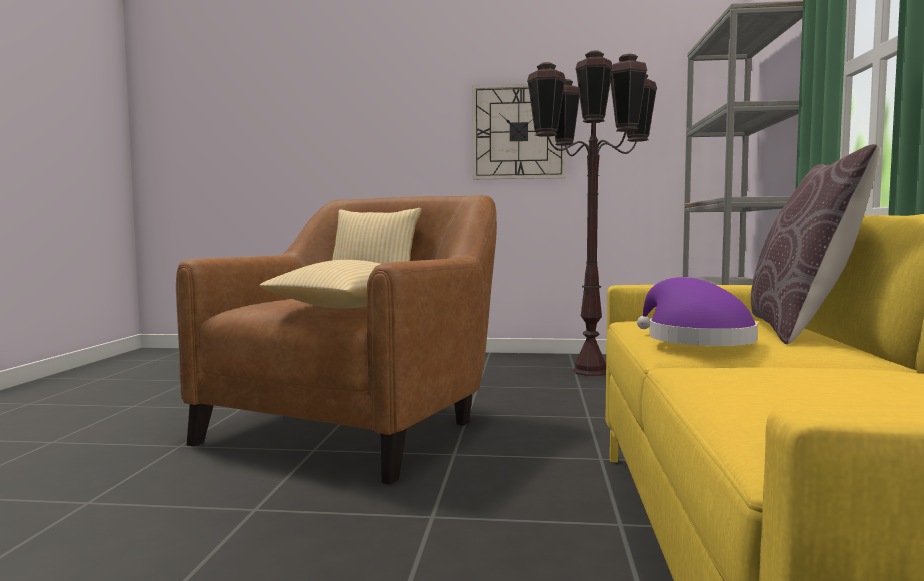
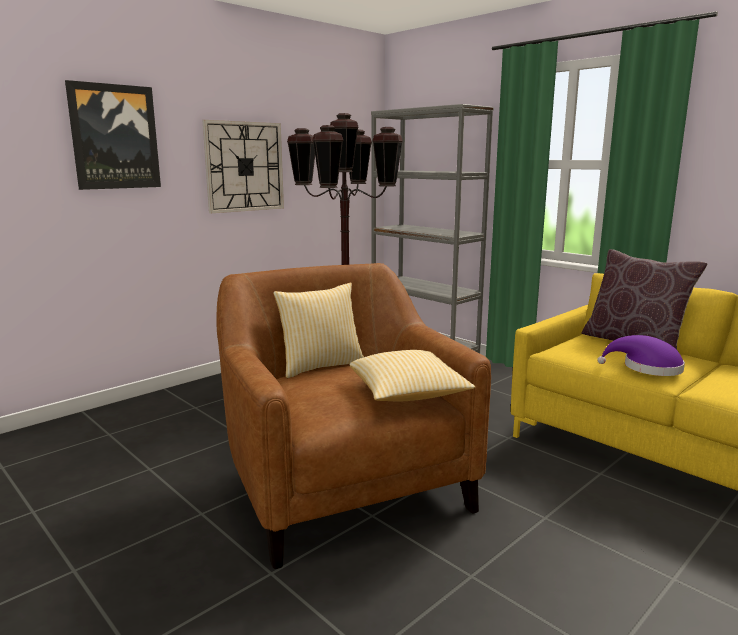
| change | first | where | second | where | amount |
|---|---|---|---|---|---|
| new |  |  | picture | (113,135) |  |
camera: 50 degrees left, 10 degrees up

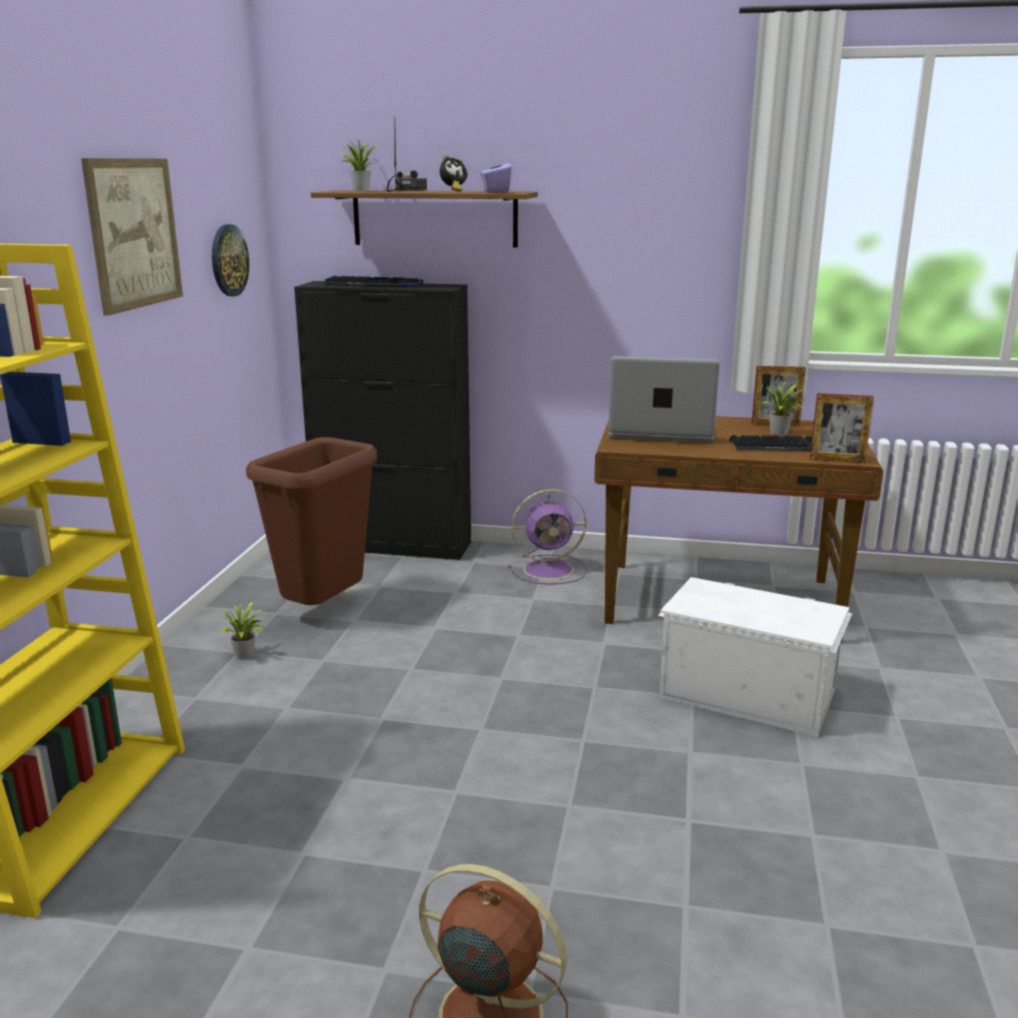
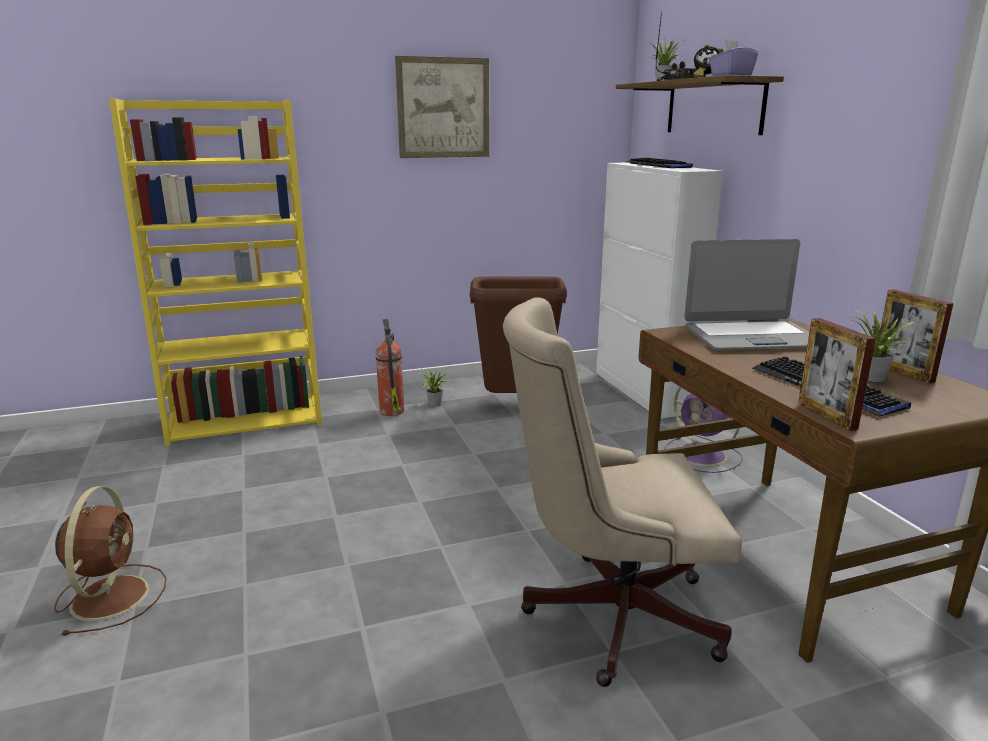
| change | first | where | second | where | amount |
|---|---|---|---|---|---|
| gone | wall clock | (230,260) |  |  |  |
| repainted | cabinet (black) | (382,420) | cabinet (white) | (659,290) |  |
| rotated | laptop | (664,399) |  | (746,294) | 105 degrees clockwise |
| swapped | storage box (white) | (755,657) | office chair (beige) | (622,492) |  |
| new |  |  | fire extinguisher | (390,367) |  |
camera: 60 degrees right, 0 degrees up

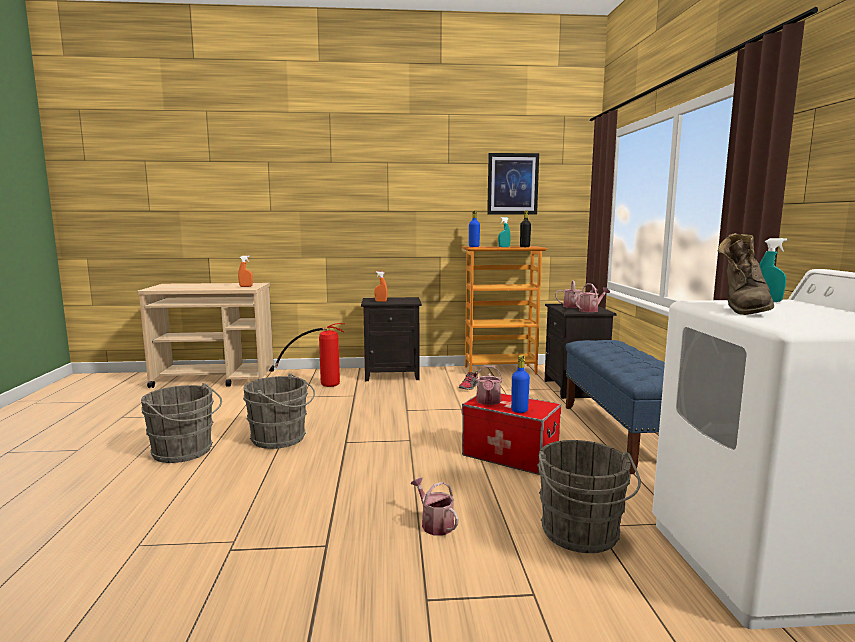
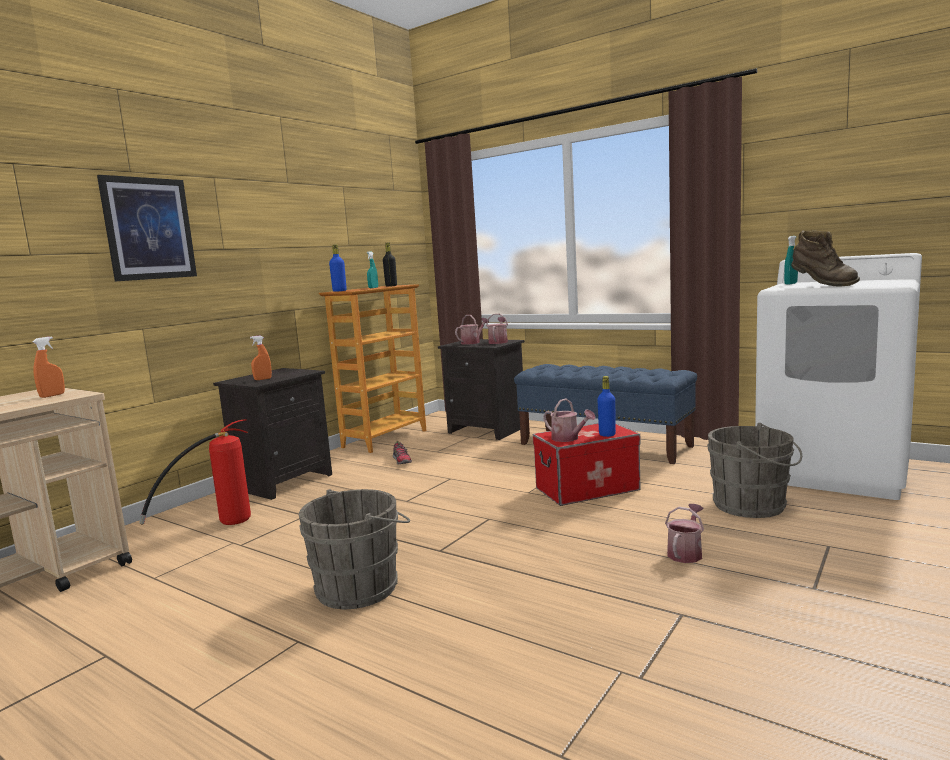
| change | first | where | second | where | amount |
|---|---|---|---|---|---|
| gone | bucket (grey) | (181,423) |  |  |  |
| rotated | watering can | (434,506) |  | (684,533) | 120 degrees clockwise |
| shifted | picture | (513,184) |  | (147,228) |  |
camera: 50 degrees left, 0 degrees up

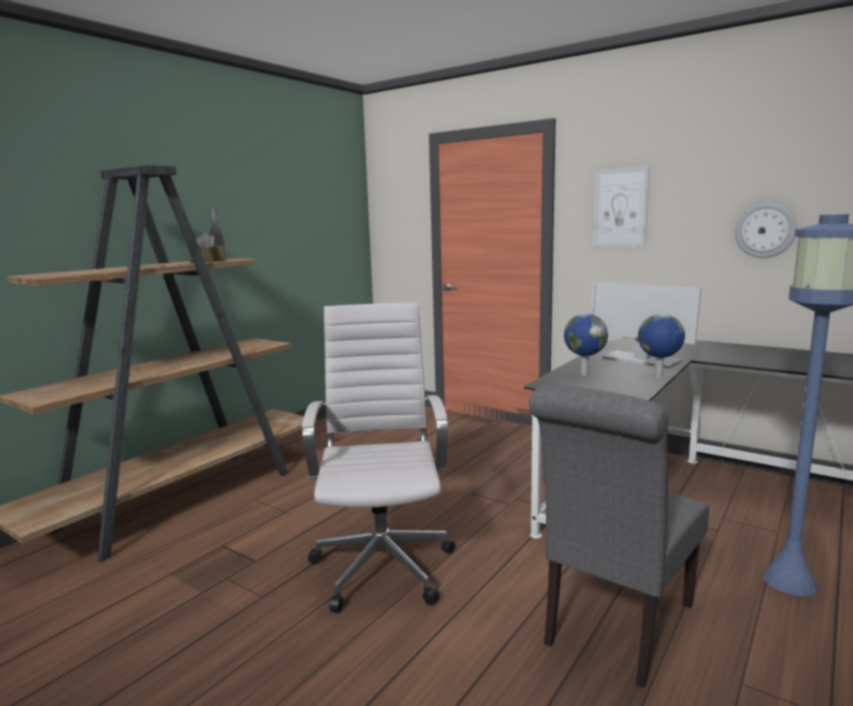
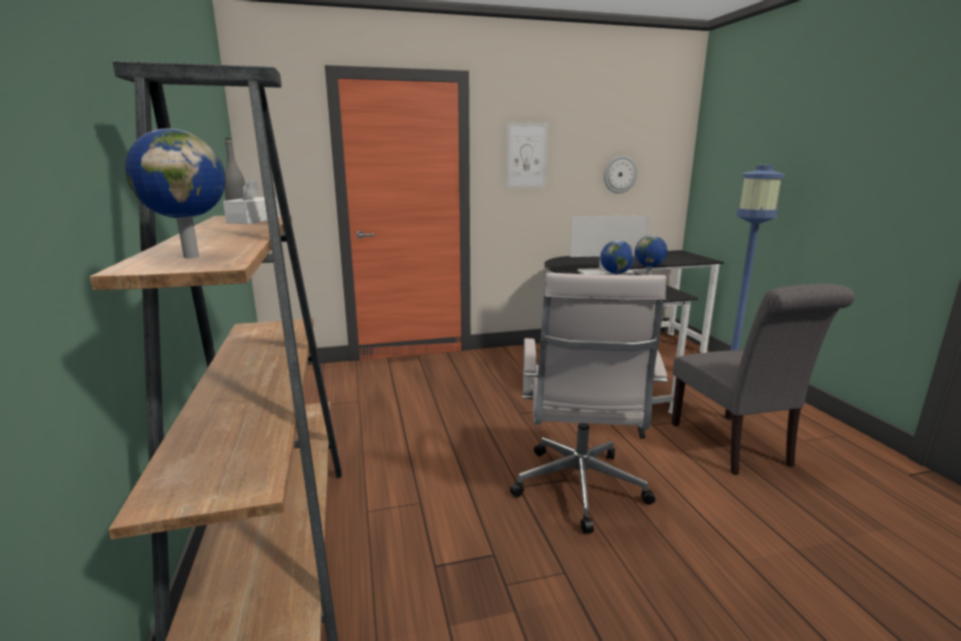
| change | first | where | second | where | amount |
|---|---|---|---|---|---|
| repainted | tissue box (brown) | (207,248) | tissue box (white) | (251,201) |  |
| rotated | office chair (white) | (378,457) |  | (588,403) | 120 degrees counterclockwise |
| new |  |  | globe | (175,193) |  |
camera: 50 degrees left, 5 degrees up

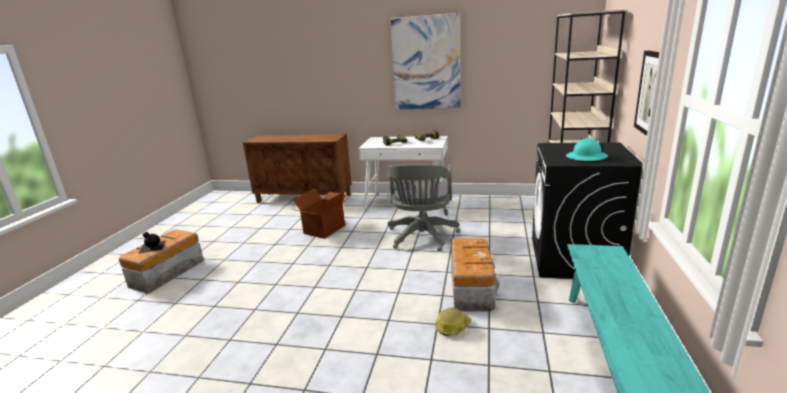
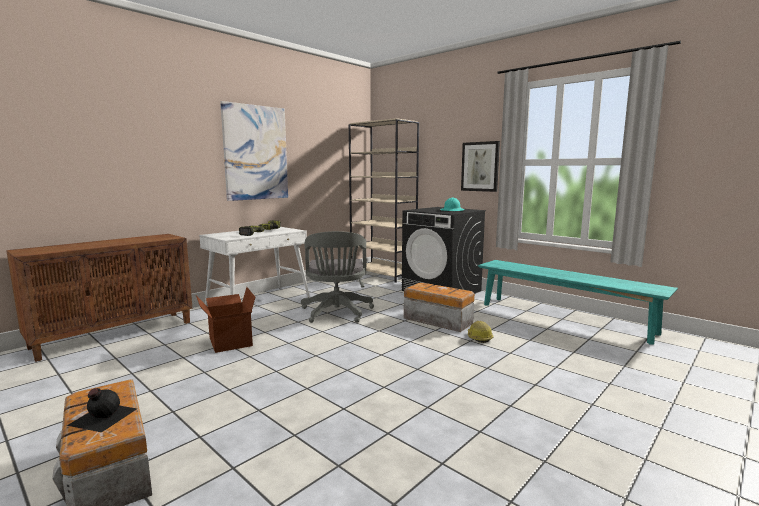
| change | first | where | second | where | amount |
|---|---|---|---|---|---|
| rotated | office chair (grey) | (423,207) |  | (337,277) | 45 degrees clockwise |
camera: 60 degrees left, 10 degrees down

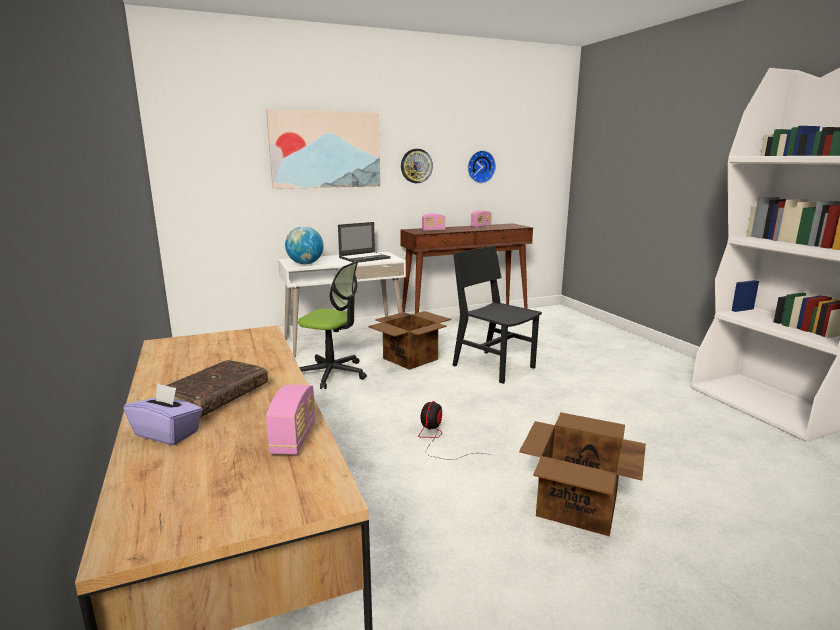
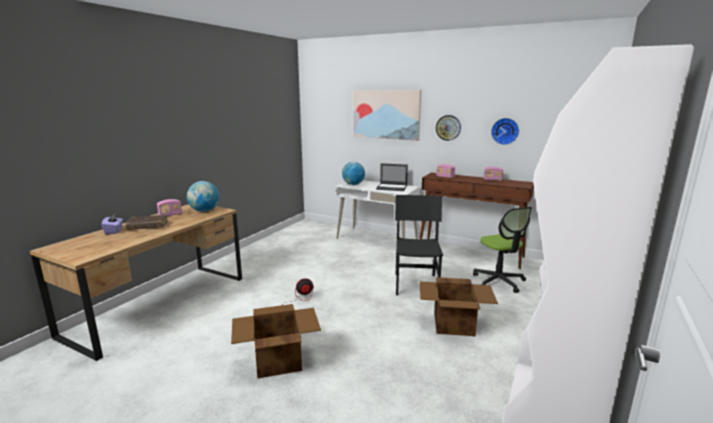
| change | first | where | second | where | amount |
|---|---|---|---|---|---|
| shifted | radio | (291,419) |  | (169,207) |  |
| shifted | office chair | (332,325) |  | (502,250) |  |
| shifted | cardboard box | (409,340) |  | (458,306) |  |
| new |  |  | globe | (203,196) |  |
camera: 50 degrees right, 0 degrees up

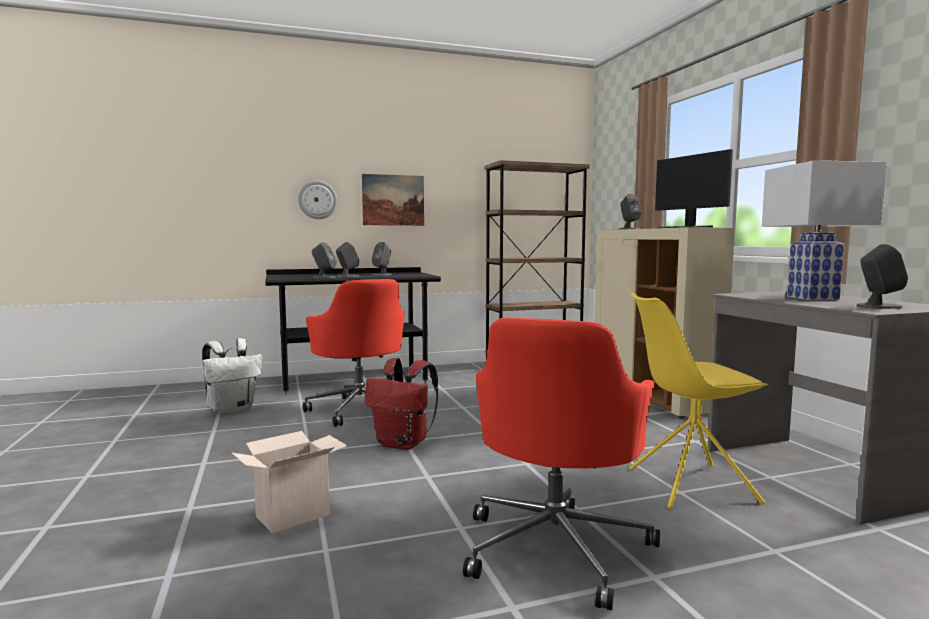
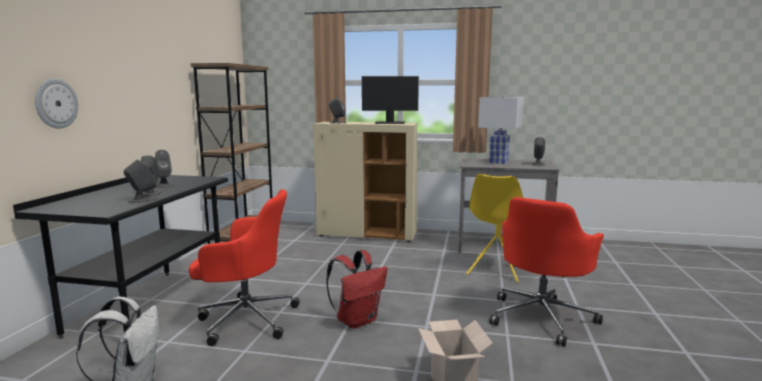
| change | first | where | second | where | amount |
|---|---|---|---|---|---|
| gone | picture | (393,200) |  |  |  |
| rotated | office chair (red) | (561,464) |  | (546,272) | 75 degrees clockwise |
camera: 60 degrees left, 5 degrees up

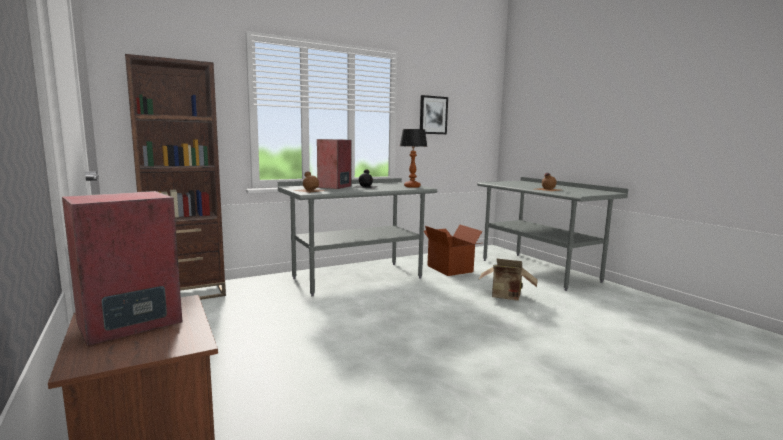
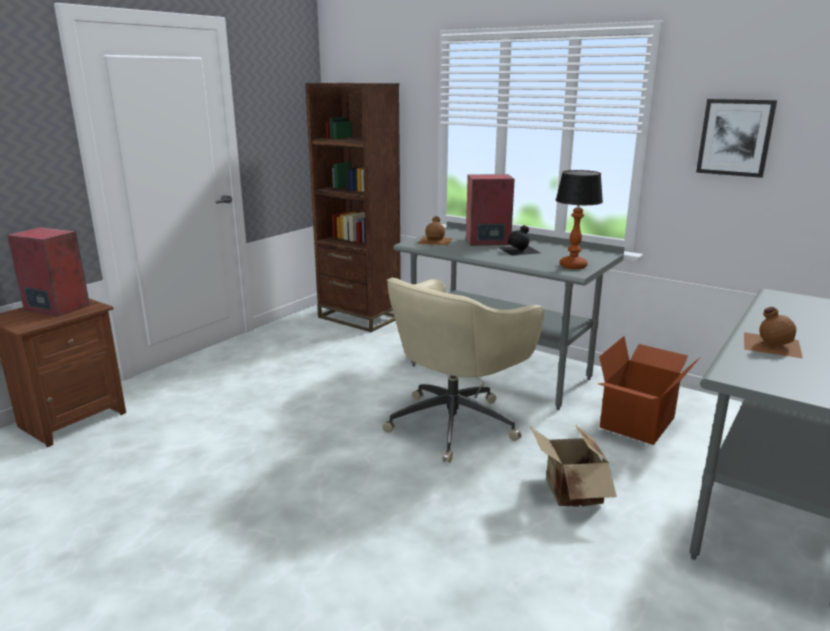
| change | first | where | second | where | amount |
|---|---|---|---|---|---|
| new |  |  | office chair (beige) | (463,370) |  |
camera: 65 degrees right, 10 degrees up

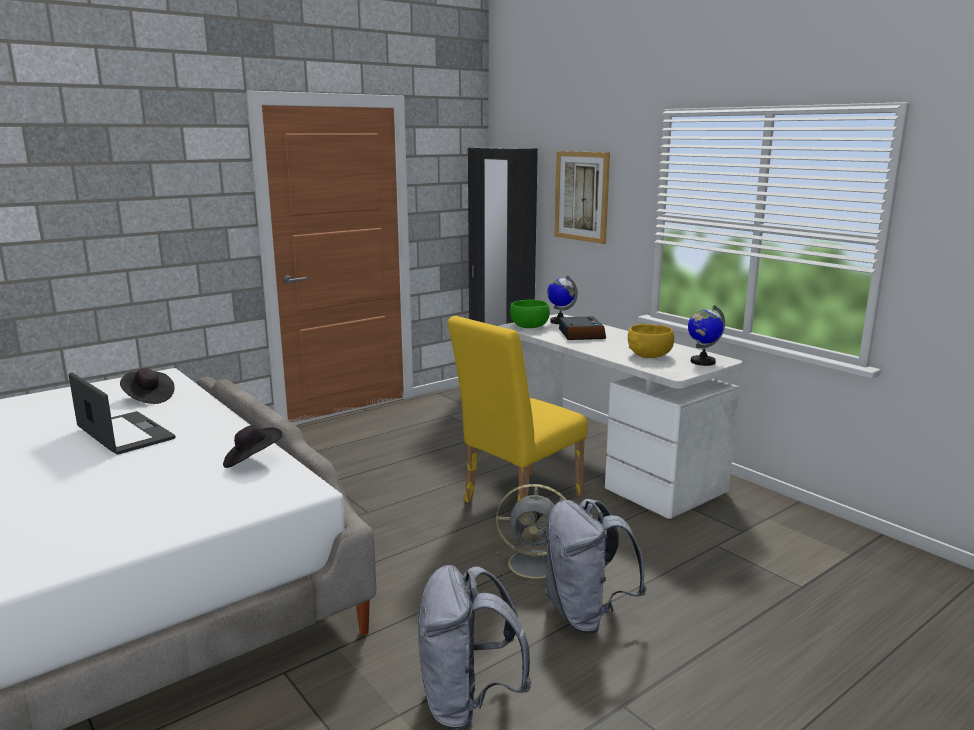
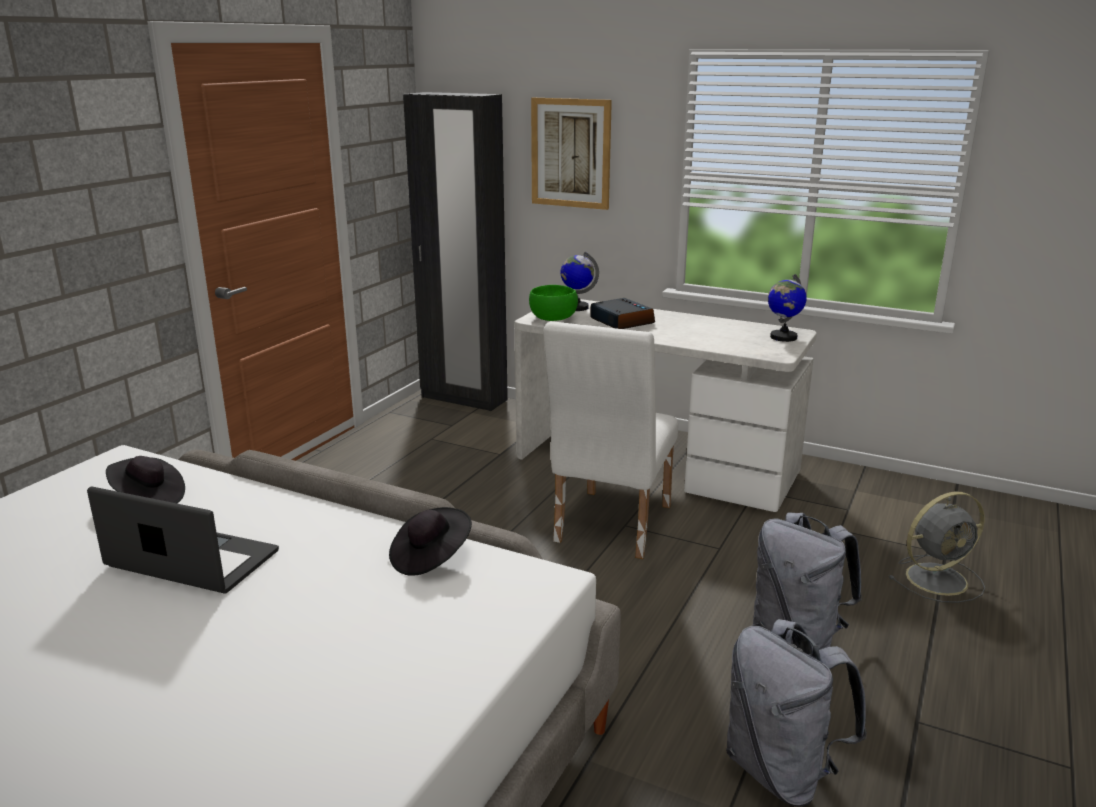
| change | first | where | second | where | amount |
|---|---|---|---|---|---|
| repainted | chair (yellow) | (517,409) | chair (white) | (610,440) |  |
| shifted | fan (grey) | (531,534) |  | (937,547) |  |
| gone | bowl (yellow) | (651,341) |  |  |  |
camera: 25 degrees left, 5 degrees up

